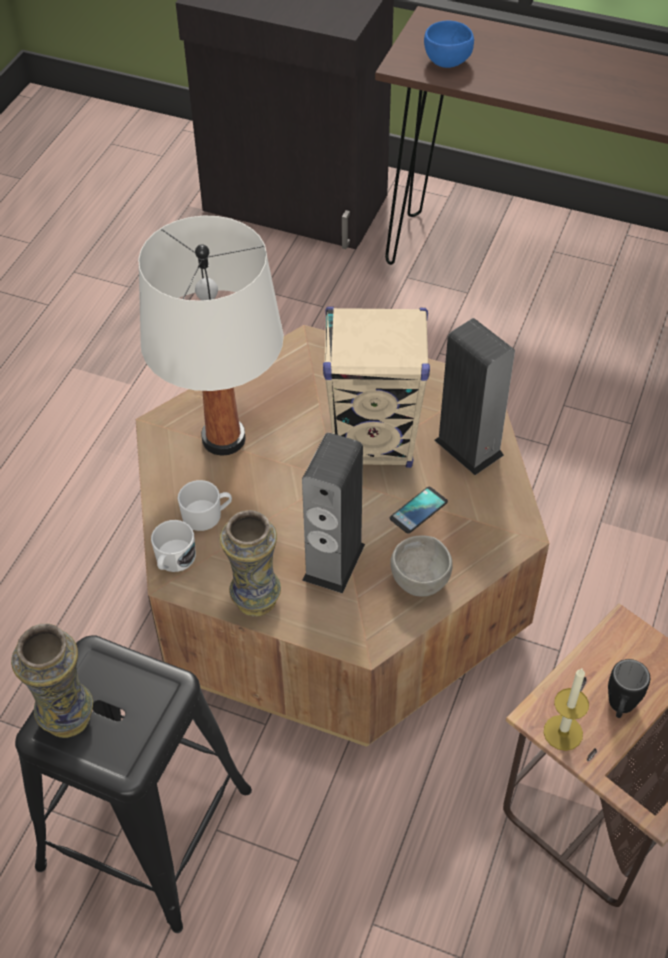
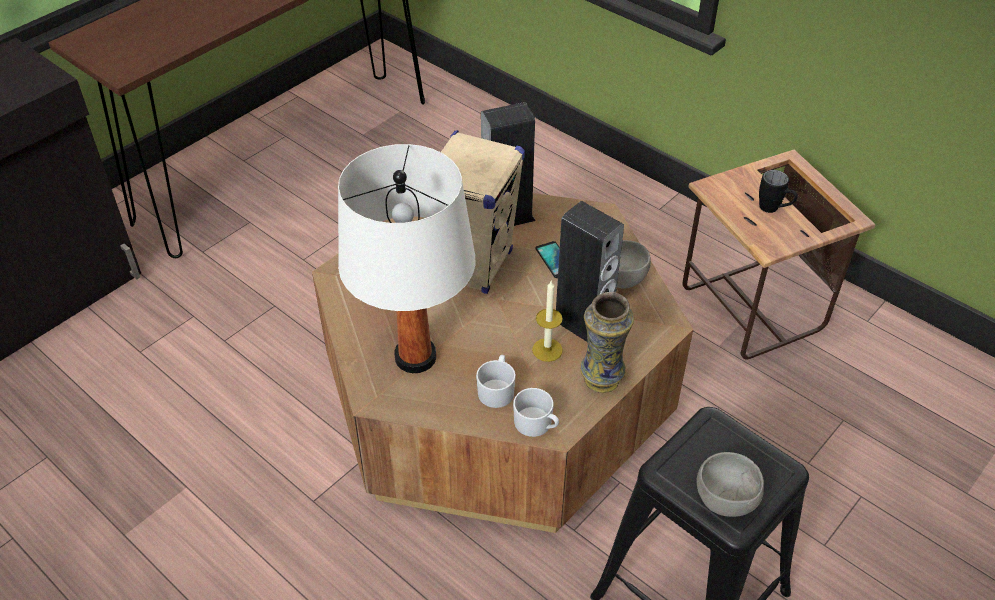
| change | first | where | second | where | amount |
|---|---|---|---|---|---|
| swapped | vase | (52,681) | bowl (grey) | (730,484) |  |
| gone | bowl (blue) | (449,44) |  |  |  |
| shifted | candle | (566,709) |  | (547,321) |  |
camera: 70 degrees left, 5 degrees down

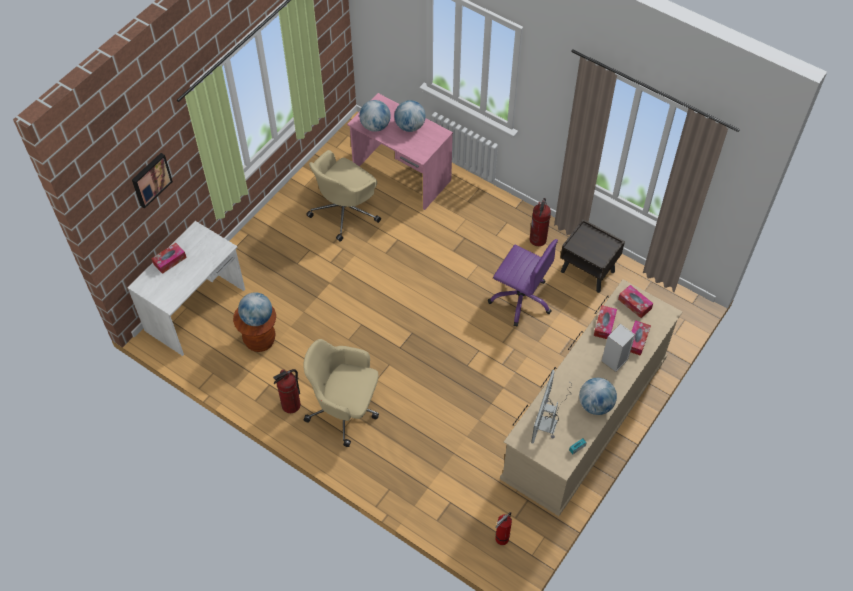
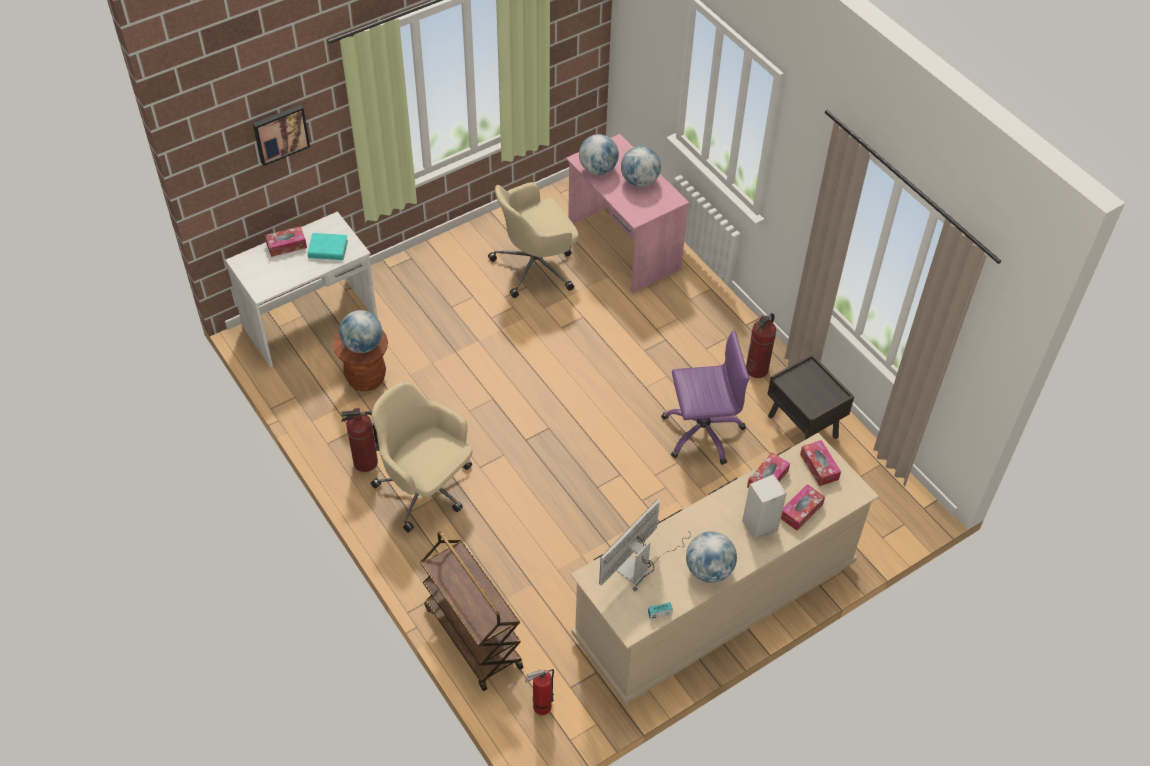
| change | first | where | second | where | amount |
|---|---|---|---|---|---|
| rotated | office chair (purple) | (523,283) |  | (705,398) | 60 degrees counterclockwise |
| new |  |  | book (turquoise) | (328,246) |  |
| new |  |  | cart (brown) | (471,611) |  |
camera: 20 degrees right, 5 degrees down

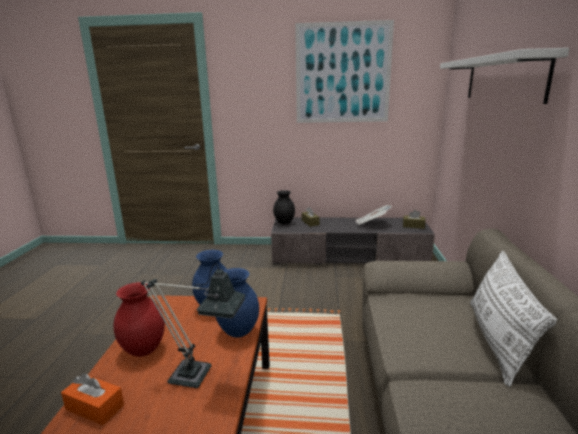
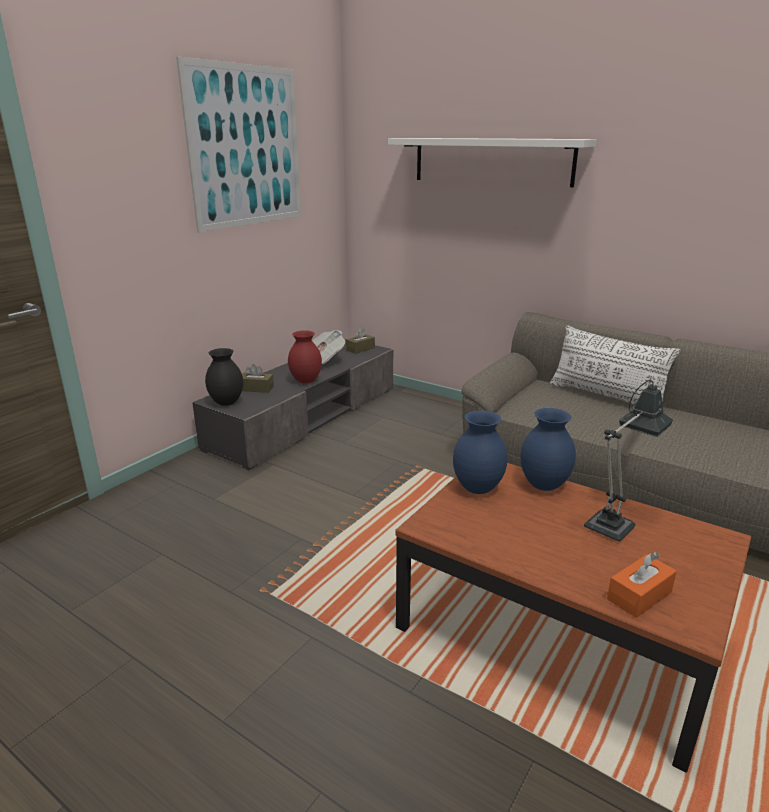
| change | first | where | second | where | amount |
|---|---|---|---|---|---|
| shifted | vase (red) | (139,319) |  | (305,356) |  |
camera: 60 degrees left, 5 degrees up

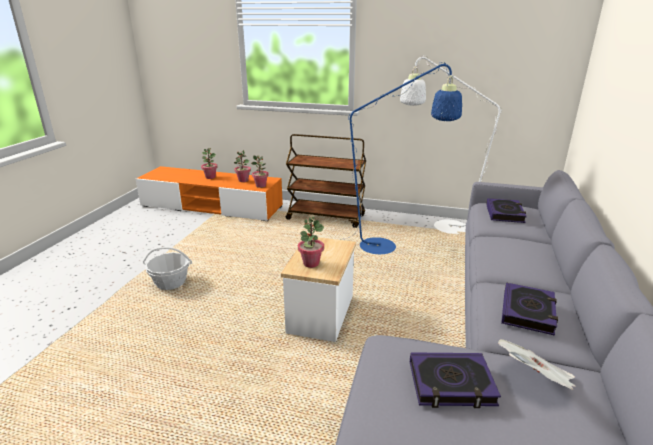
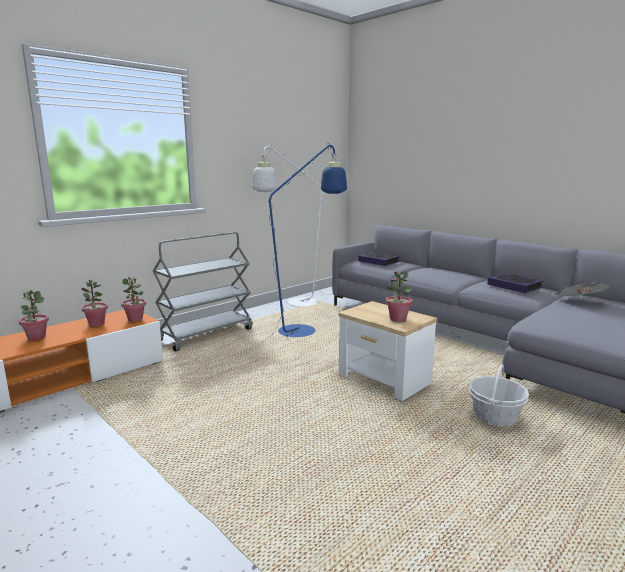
| change | first | where | second | where | amount |
|---|---|---|---|---|---|
| shifted | basket | (167,268) |  | (498,395) |  |
| repainted | cart (brown) | (326,181) | cart (grey) | (203,292) |  |
| gone | book | (455,380) |  |  |  |
camera: 60 degrees left, 10 degrees down

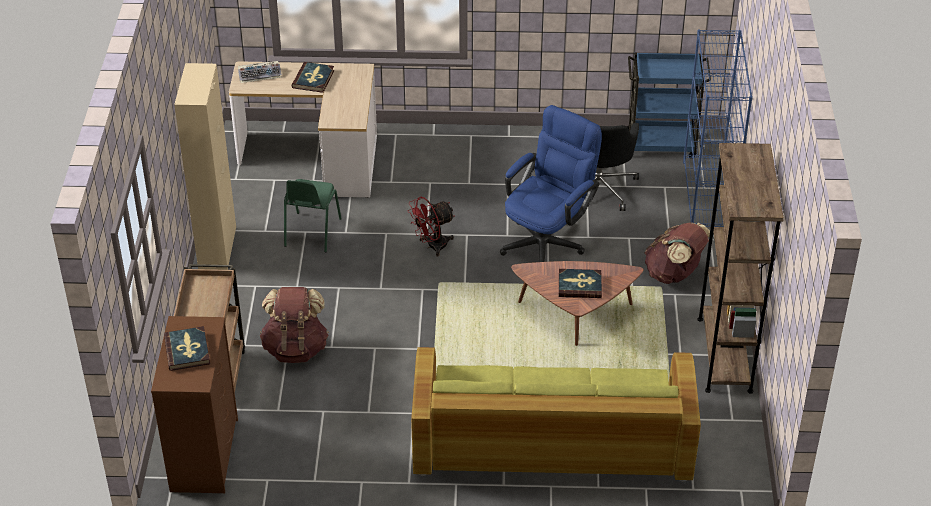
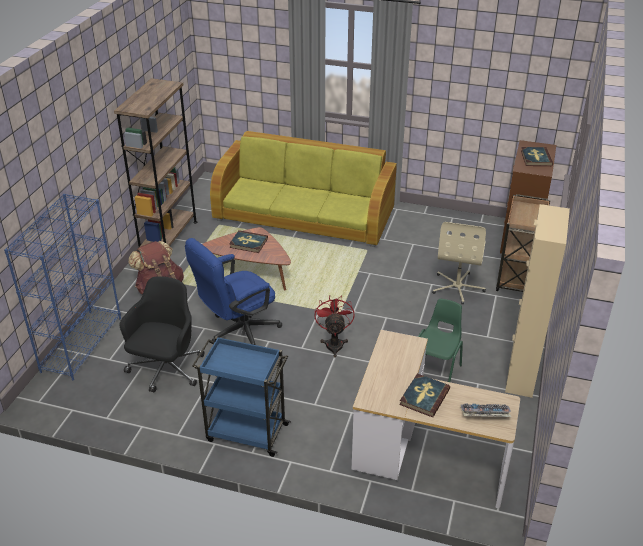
| change | first | where | second | where | amount |
|---|---|---|---|---|---|
| swapped | backpack (brown) | (294,325) | office chair (beige) | (459,263) |  |
| rotated | fan (red) | (431,226) |  | (335,326) | 75 degrees counterclockwise |
| shifted | cart (blue) | (669,104) |  | (241,397) |  |
camera: 165 degrees left, 5 degrees down

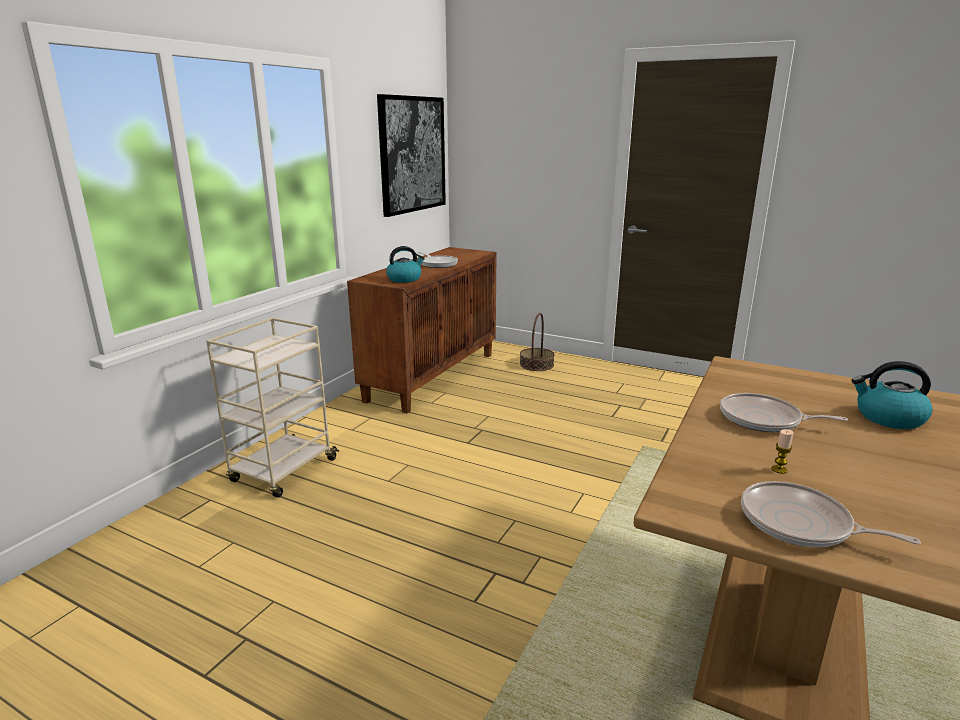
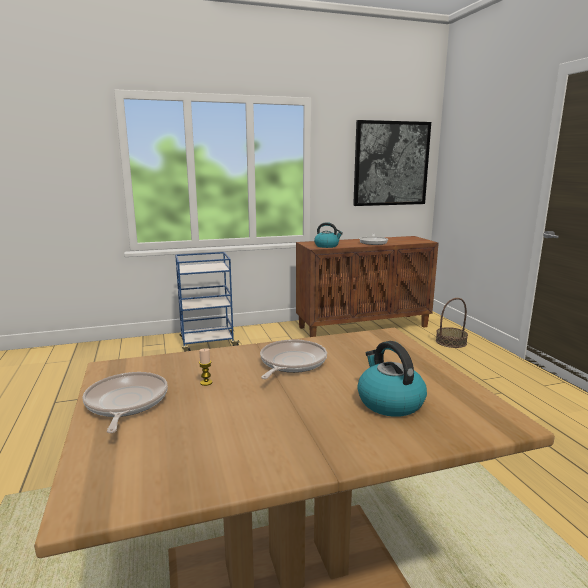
| change | first | where | second | where | amount |
|---|---|---|---|---|---|
| repainted | cart (beige) | (272,408) | cart (blue) | (208,302) |  |
| rotated | frying pan | (784,412) |  | (293,359) | 45 degrees clockwise |
camera: 45 degrees right, 5 degrees down

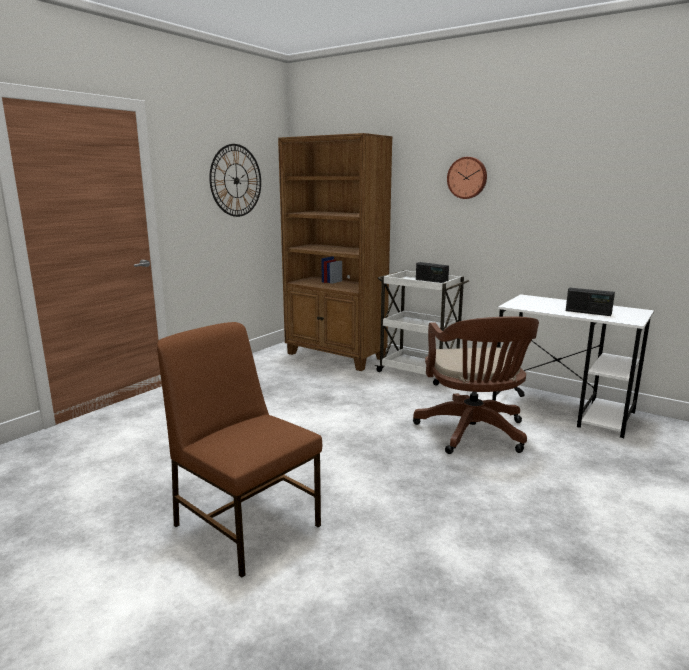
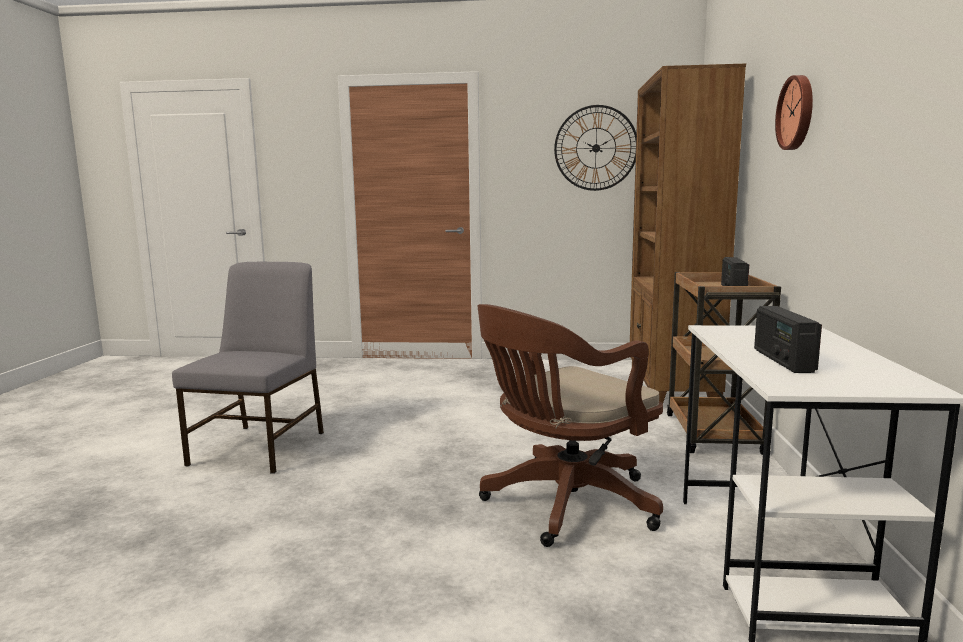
| change | first | where | second | where | amount |
|---|---|---|---|---|---|
| repainted | chair (brown) | (239,450) | chair (grey) | (248,368) |  |
| repainted | cart (white) | (422,327) | cart (brown) | (724,363) |  |
camera: 60 degrees right, 5 degrees down

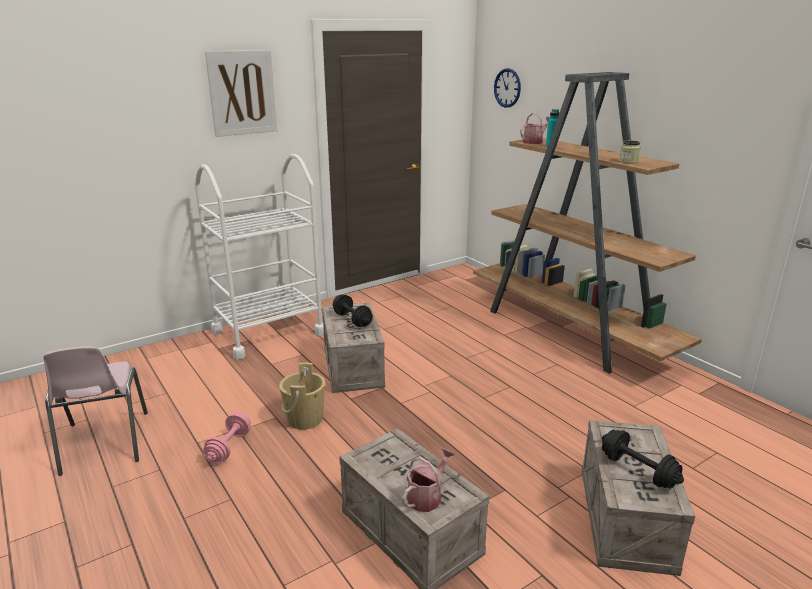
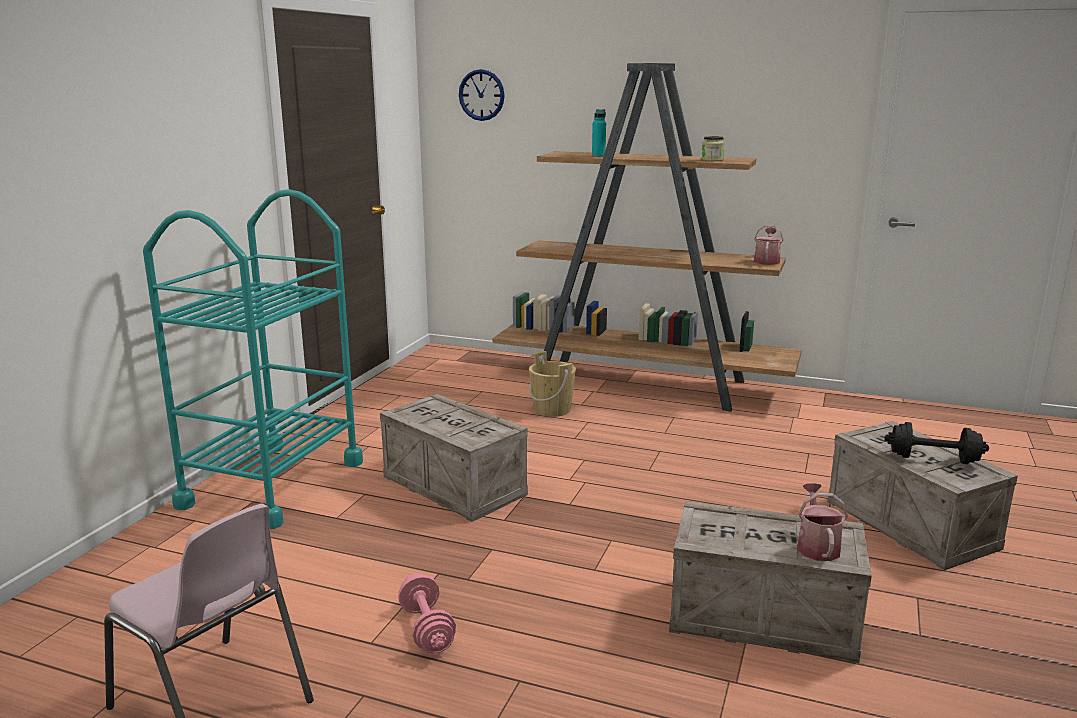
| change | first | where | second | where | amount |
|---|---|---|---|---|---|
| repainted | cart (white) | (259,257) | cart (turquoise) | (253,359) |  |
| gone | picture | (241,93) |  |  |  |
| shifted | bucket (beige) | (302,396) |  | (552,384) |  |
| gone | dumbbell (black) | (353,311) |  |  |  |
| shifted | watering can | (535,128) |  | (768,245) |  |
camera: 35 degrees left, 5 degrees down

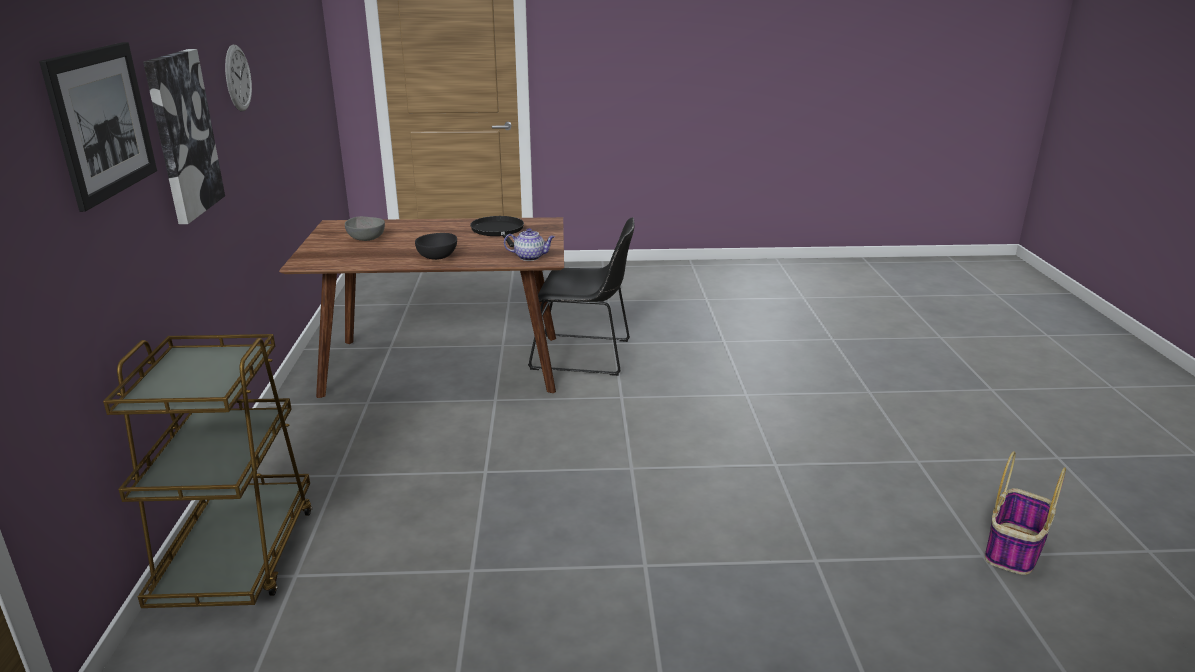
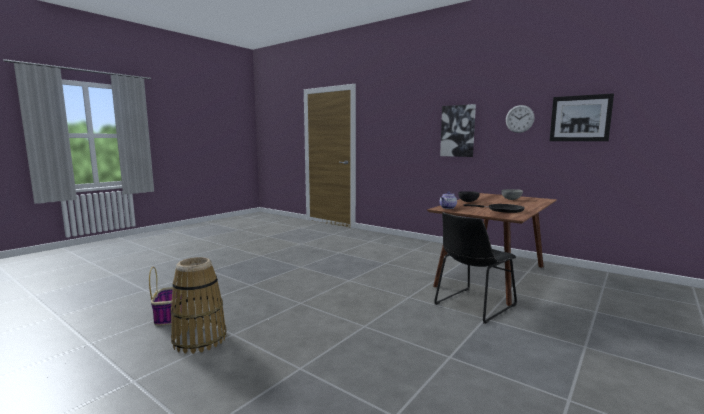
| change | first | where | second | where | amount |
|---|---|---|---|---|---|
| shifted | picture | (98,127) |  | (581,117) |  |
| gone | cart (brown) | (208,471) |  |  |  |
| new |  |  | basket | (199,305) |  |
camera: 130 degrees right, 15 degrees down

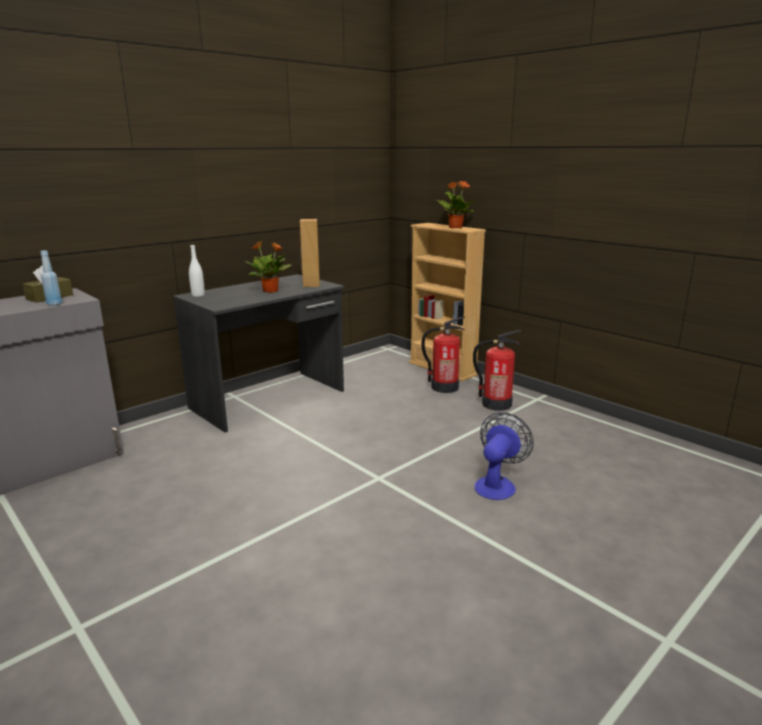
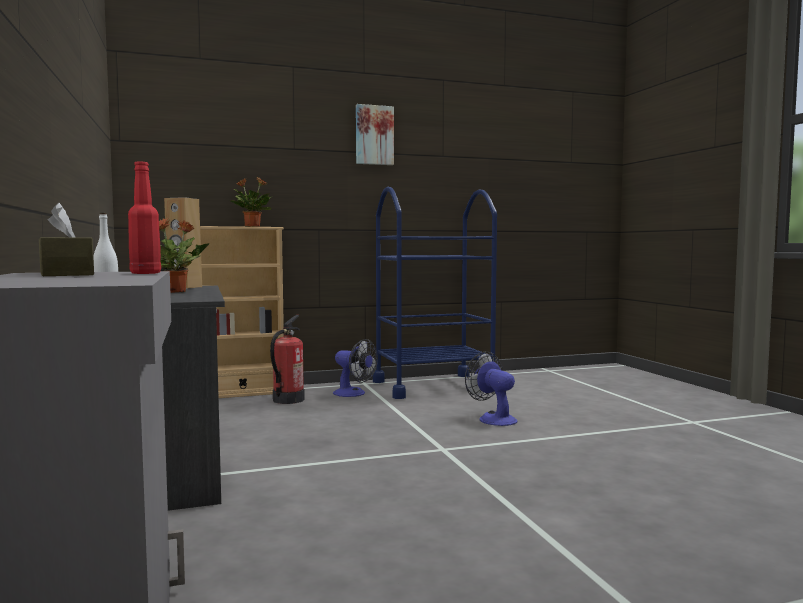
| change | first | where | second | where | amount |
|---|---|---|---|---|---|
| repainted | bottle (blue) | (51,278) | bottle (red) | (144,217) |  |
| swapped | fire extinguisher | (497,370) | fan | (355,368) |  |
| new |  |  | picture | (375,134) |  |
| new |  |  | cart (blue) | (435,293) |  |
camera: 65 degrees left, 15 degrees down

